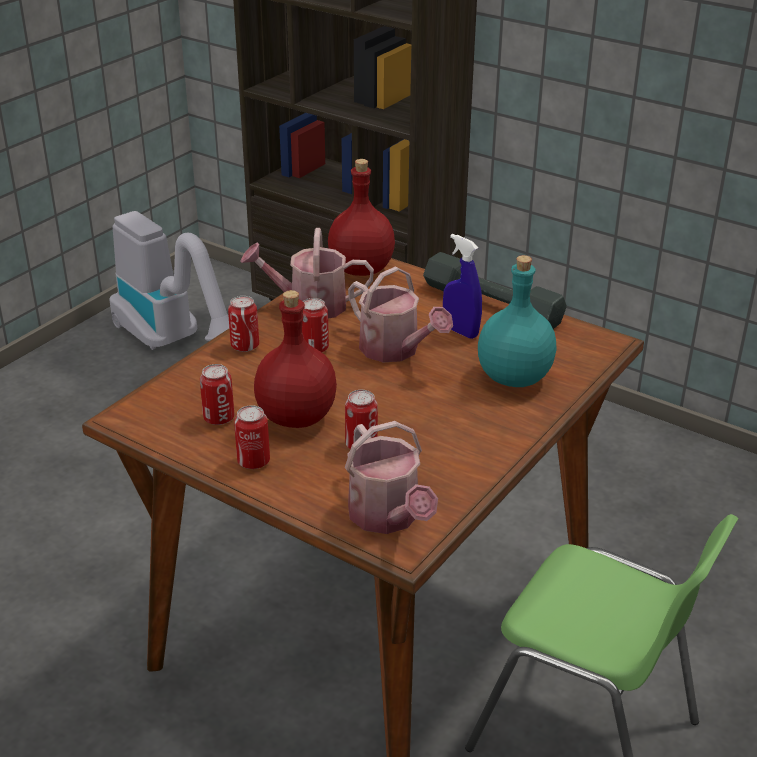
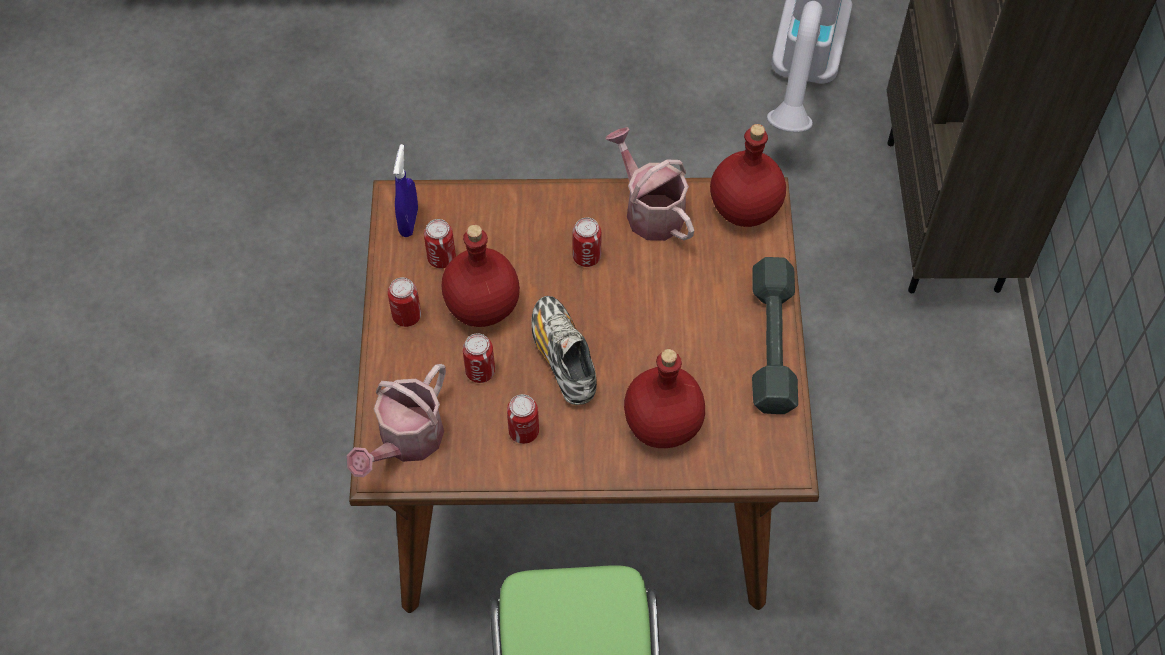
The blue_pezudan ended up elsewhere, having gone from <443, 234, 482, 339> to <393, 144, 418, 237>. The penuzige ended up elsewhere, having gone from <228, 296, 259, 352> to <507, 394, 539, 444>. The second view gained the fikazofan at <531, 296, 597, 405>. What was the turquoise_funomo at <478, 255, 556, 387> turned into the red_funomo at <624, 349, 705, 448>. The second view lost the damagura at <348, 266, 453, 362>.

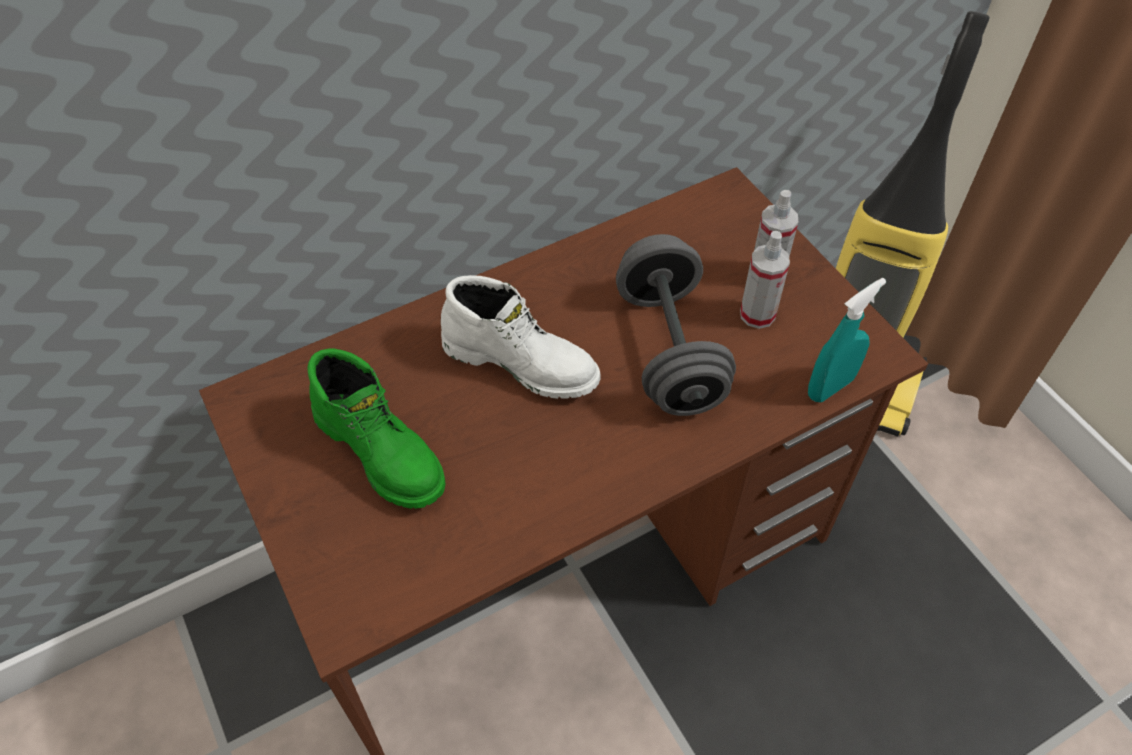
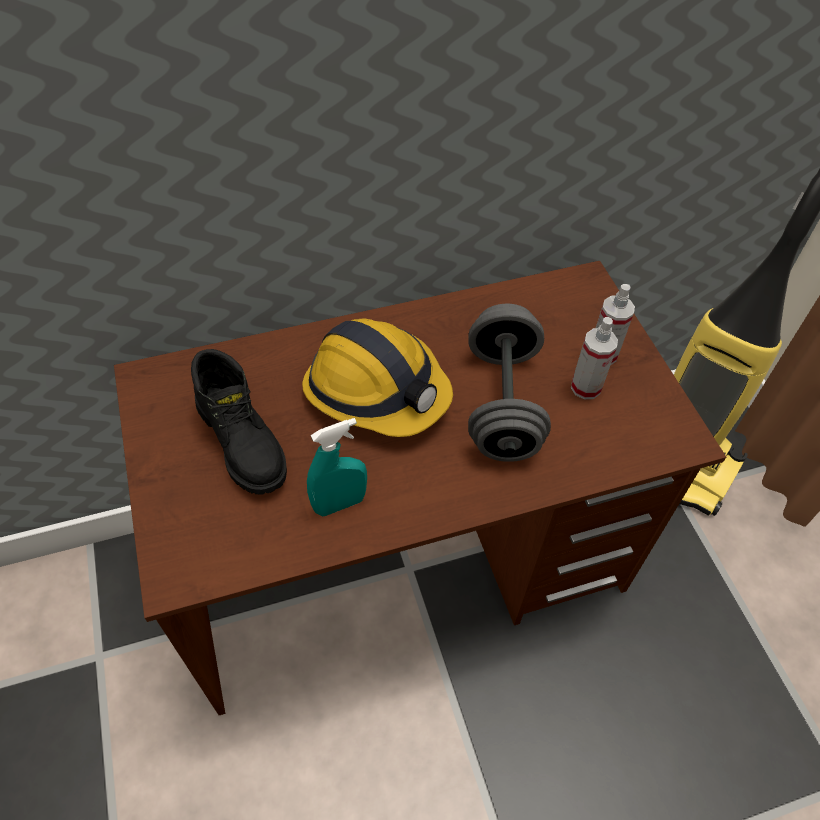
What was the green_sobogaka at <307, 349, 446, 509> turned into the black_sobogaka at <191, 349, 287, 495>. Where the white_sobogaka stood at <441, 275, 601, 399>, the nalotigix came to stand at <302, 319, 453, 437>. The turquoise_pezudan ended up elsewhere, having gone from <808, 278, 886, 402> to <307, 418, 367, 516>.

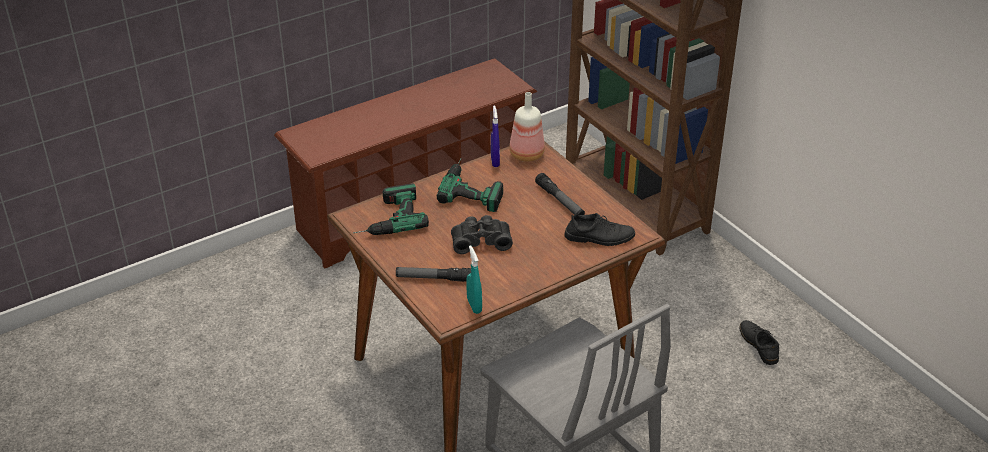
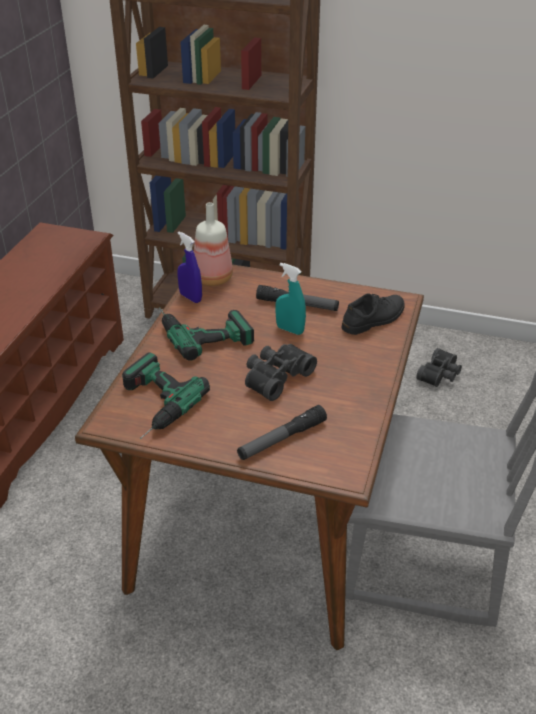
The turquoise_pezudan ended up elsewhere, having gone from <466, 245, 482, 314> to <275, 263, 306, 335>. Where the black_fikazofan stood at <739, 320, 779, 365>, the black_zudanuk came to stand at <416, 348, 462, 387>.

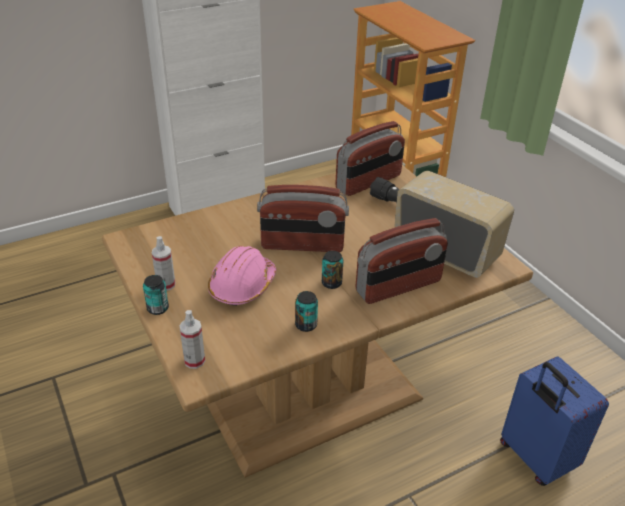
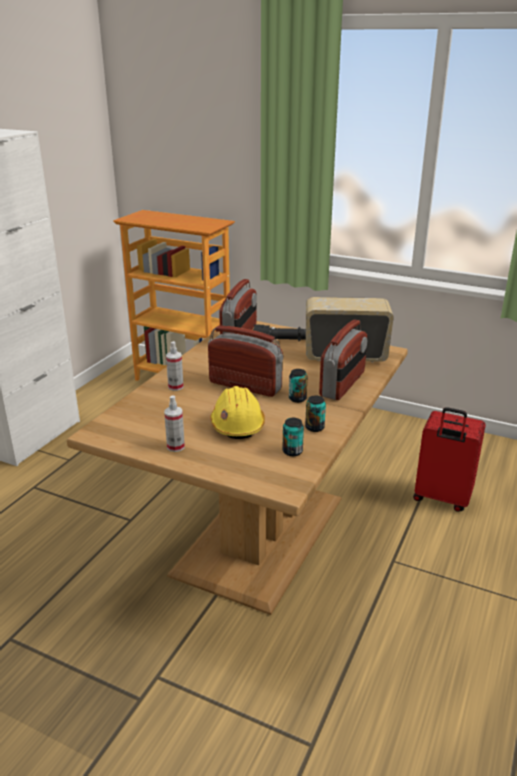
The pezudan ended up elsewhere, having gone from <179, 310, 205, 369> to <166, 341, 184, 391>. The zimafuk at <257, 185, 349, 252> ended up facing another way, 120 degrees counterclockwise from before. What was the pink_nalotigix at <208, 246, 276, 306> turned into the yellow_nalotigix at <210, 386, 265, 439>. The penuzige ended up elsewhere, having gone from <143, 275, 169, 315> to <282, 418, 304, 456>. What was the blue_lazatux at <500, 357, 609, 486> turned into the red_lazatux at <413, 407, 486, 512>.

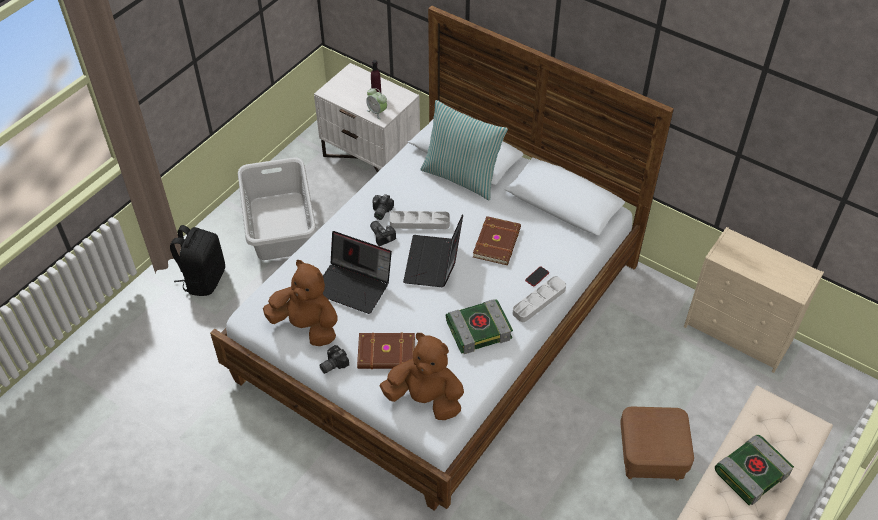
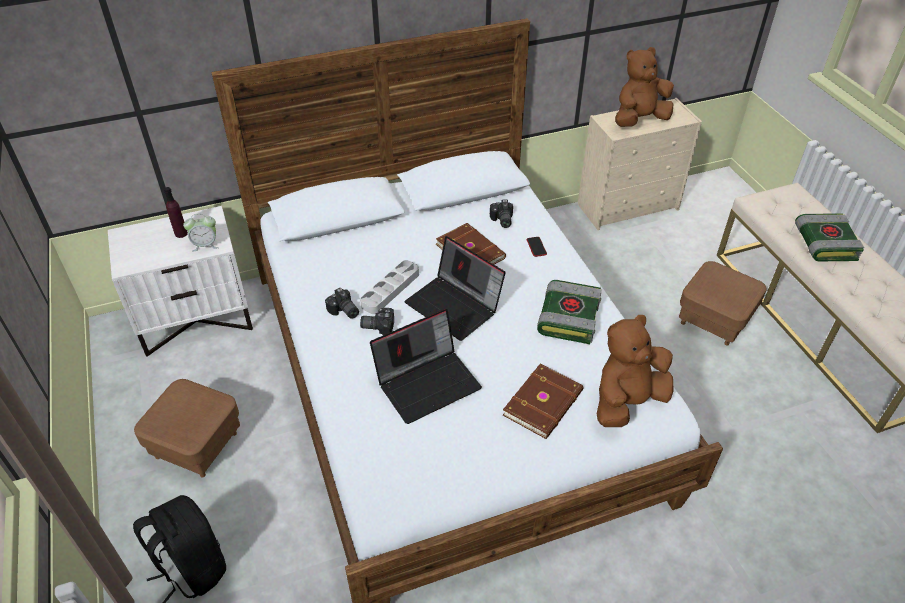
Where the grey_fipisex stood at <238, 157, 316, 260>, the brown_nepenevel came to stand at <134, 379, 240, 478>. The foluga ended up elsewhere, having gone from <319, 345, 349, 374> to <490, 199, 513, 228>. The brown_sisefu ended up elsewhere, having gone from <263, 260, 338, 346> to <615, 47, 674, 127>. The second view lost the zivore at <420, 100, 508, 201>. The second view lost the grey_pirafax at <513, 276, 566, 322>.

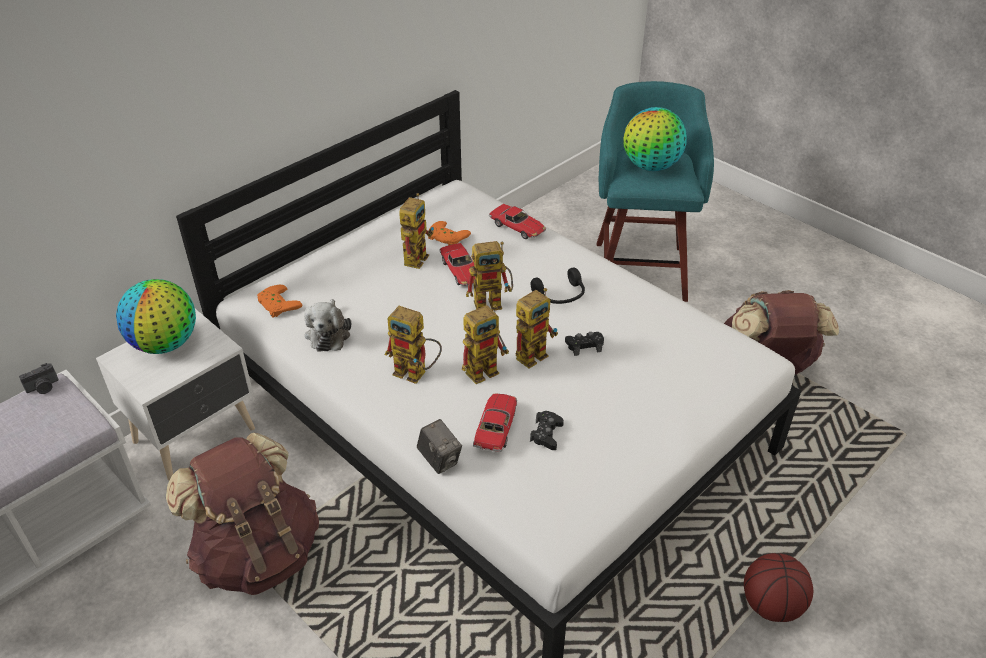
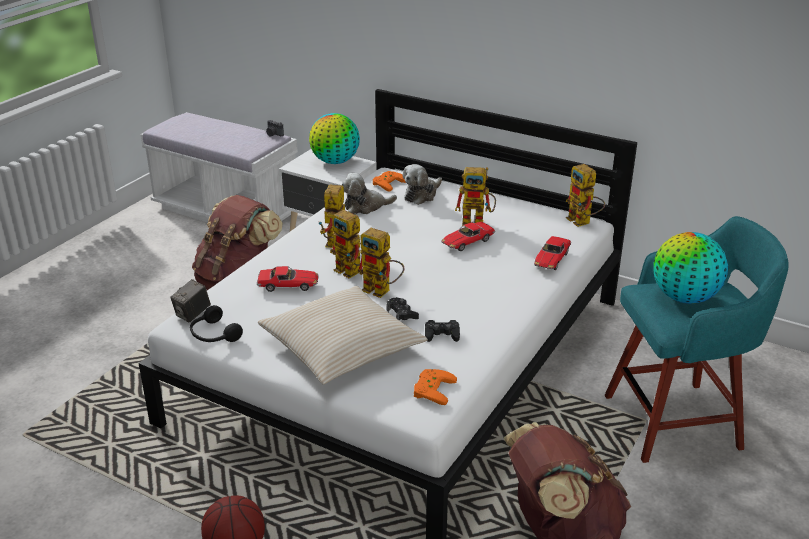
The foluga ended up elsewhere, having gone from <417, 419, 462, 474> to <170, 279, 211, 322>. The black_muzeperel ended up elsewhere, having gone from <531, 268, 585, 304> to <190, 305, 243, 342>. The second view gained the beige_zivore at <258, 286, 428, 384>. The second view gained the sisefu at <403, 164, 442, 205>. The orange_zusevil ended up elsewhere, having gone from <428, 221, 471, 245> to <414, 369, 457, 405>. The black_zusevil ended up elsewhere, having gone from <530, 411, 564, 450> to <425, 320, 460, 342>. The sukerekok ended up elsewhere, having gone from <466, 241, 513, 311> to <566, 164, 605, 227>.

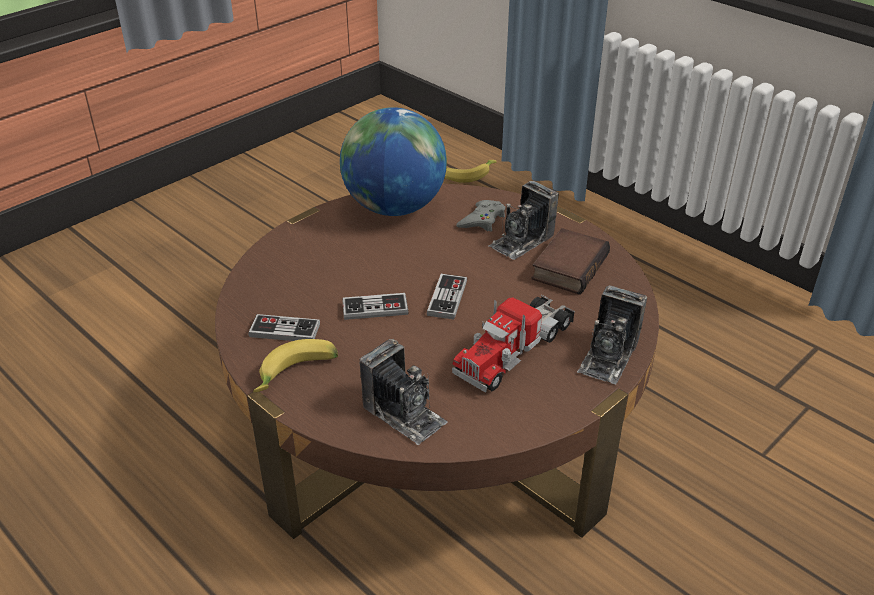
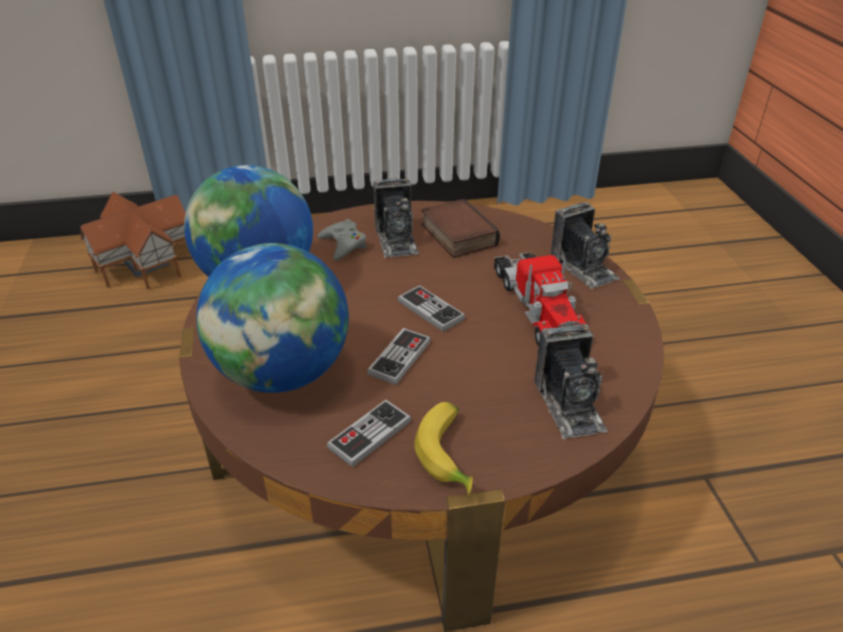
Where the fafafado stood at <445, 160, 497, 183>, the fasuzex came to stand at <80, 192, 186, 289>. The second view gained the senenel at <196, 243, 349, 393>. The foluga at <359, 339, 448, 445> ended up facing another way, 90 degrees clockwise from before.

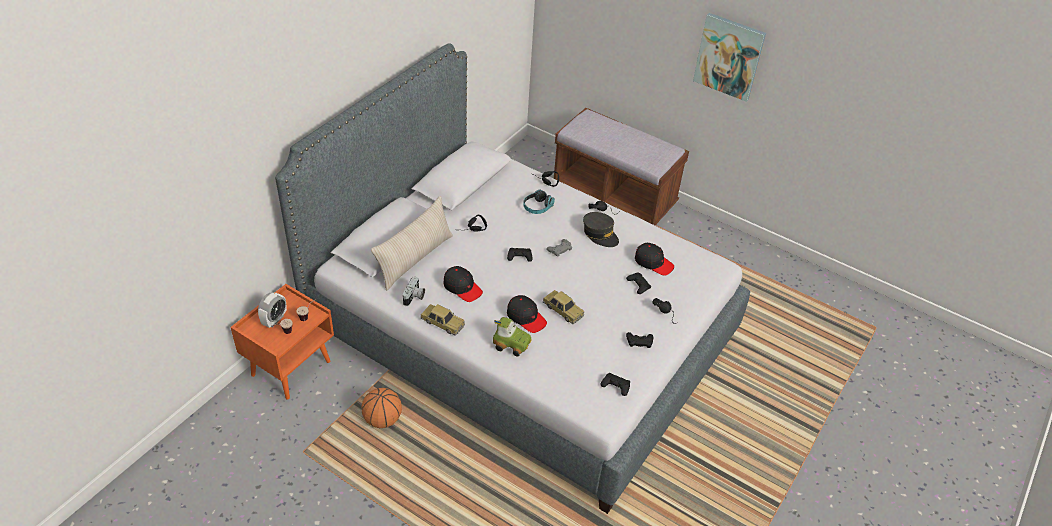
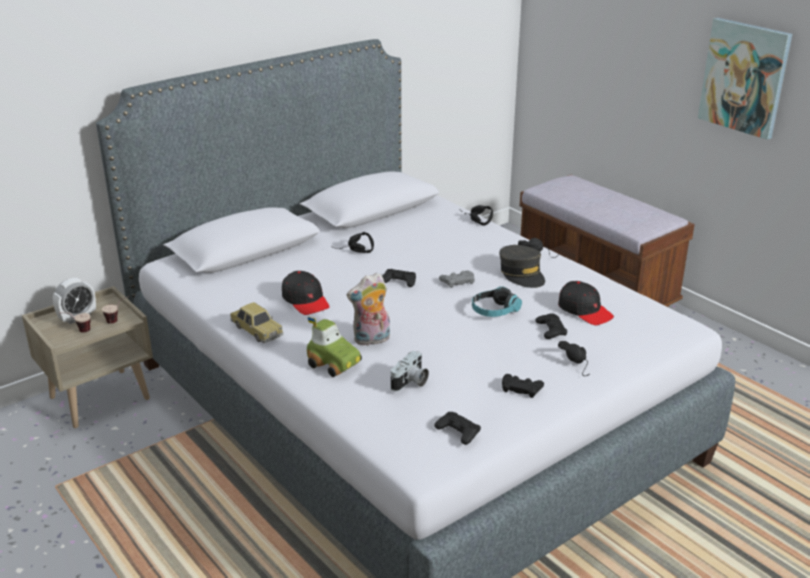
What was the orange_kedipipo at <230, 284, 334, 399> turned into the beige_kedipipo at <22, 286, 153, 428>. Where the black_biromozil stood at <507, 295, 547, 333>, the sisefu came to stand at <347, 273, 390, 346>. The foluga ended up elsewhere, having gone from <403, 277, 425, 306> to <391, 351, 429, 392>. The muzeperel ended up elsewhere, having gone from <523, 190, 555, 214> to <472, 286, 522, 317>. The second view lost the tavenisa at <362, 388, 402, 428>. The second view lost the beige_zivore at <371, 196, 453, 290>. The second view lost the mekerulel at <543, 290, 584, 324>.

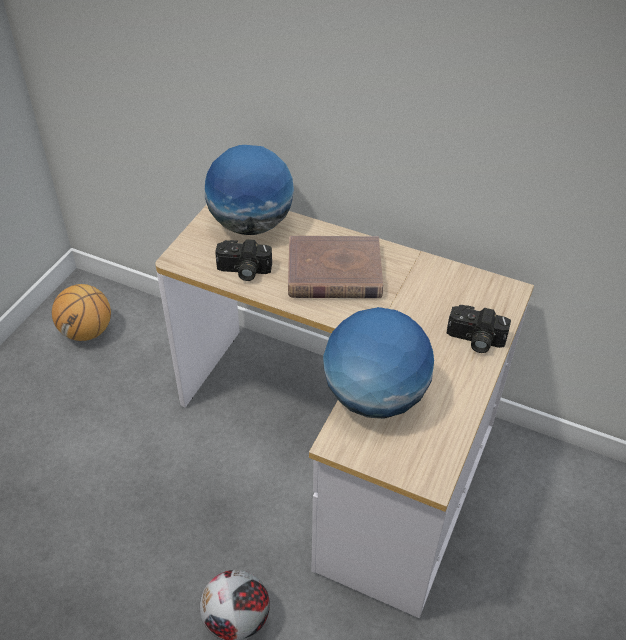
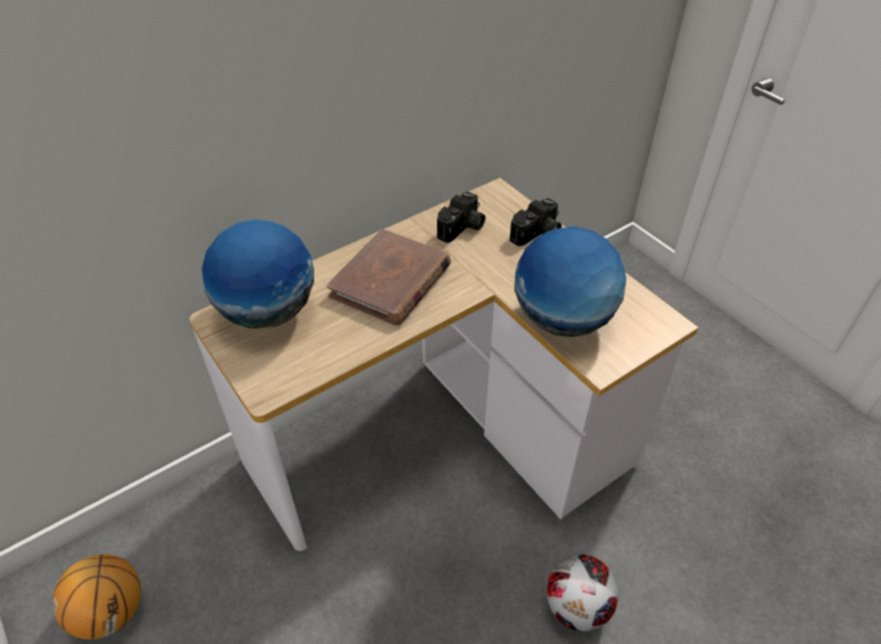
The foluga ended up elsewhere, having gone from <215, 239, 272, 281> to <437, 192, 485, 243>.

